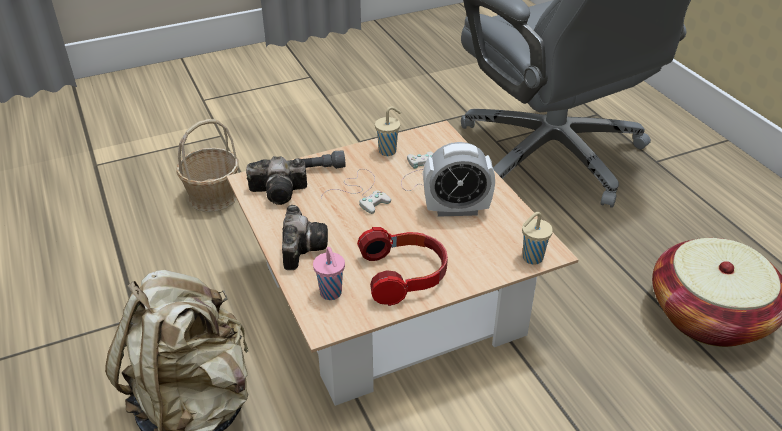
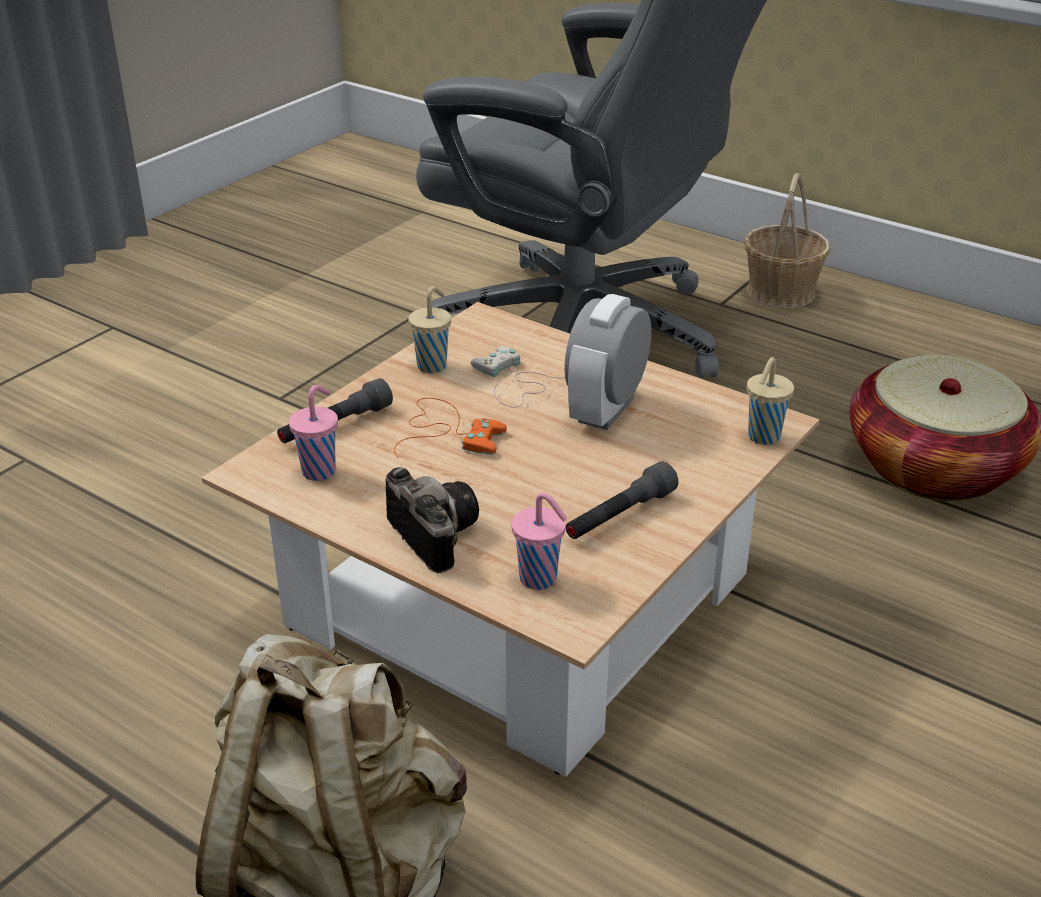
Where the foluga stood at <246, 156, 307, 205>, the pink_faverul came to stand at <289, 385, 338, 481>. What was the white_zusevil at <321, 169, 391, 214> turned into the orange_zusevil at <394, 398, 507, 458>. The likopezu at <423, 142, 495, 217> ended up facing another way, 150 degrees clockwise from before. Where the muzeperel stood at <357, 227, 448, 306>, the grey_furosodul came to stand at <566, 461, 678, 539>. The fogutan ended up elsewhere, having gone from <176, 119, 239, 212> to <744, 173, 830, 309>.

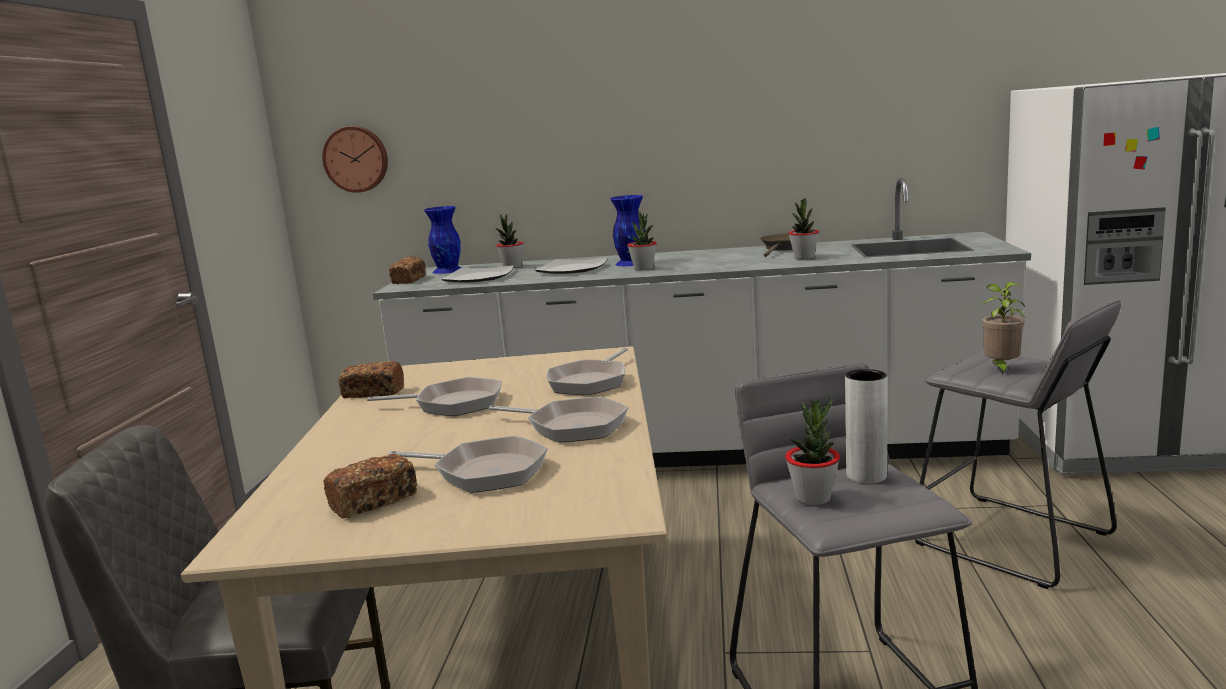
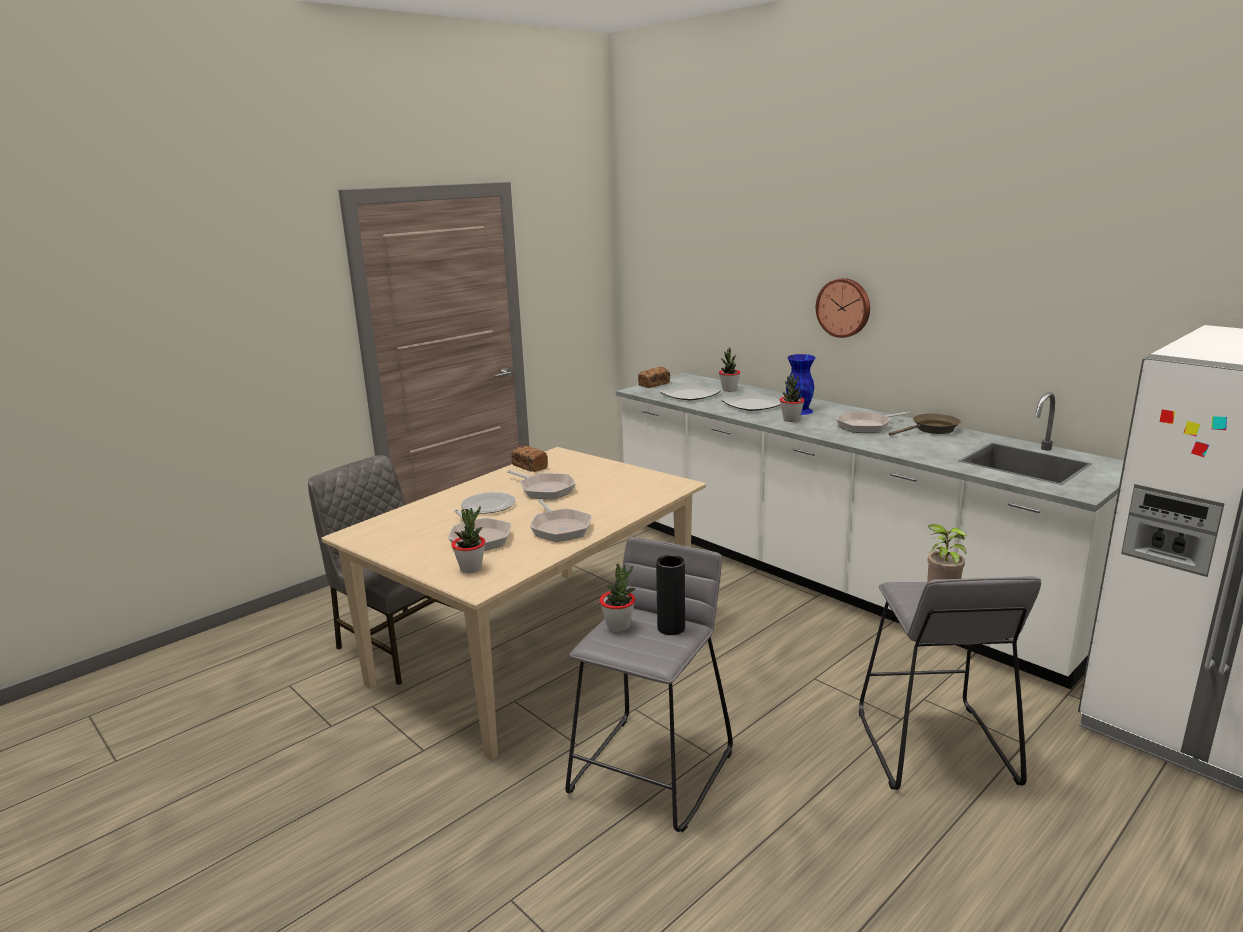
The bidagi ended up elsewhere, having gone from <788, 198, 819, 259> to <452, 506, 485, 573>. The second view gained the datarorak at <461, 492, 516, 514>. What was the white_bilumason at <845, 369, 887, 484> turned into the black_bilumason at <656, 555, 685, 635>. The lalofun ended up elsewhere, having gone from <322, 126, 388, 193> to <816, 278, 870, 338>. The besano ended up elsewhere, having gone from <547, 348, 628, 395> to <836, 412, 909, 433>. The second view lost the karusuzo at <323, 454, 417, 518>. The second view lost the blue_bilumason at <424, 206, 461, 274>.

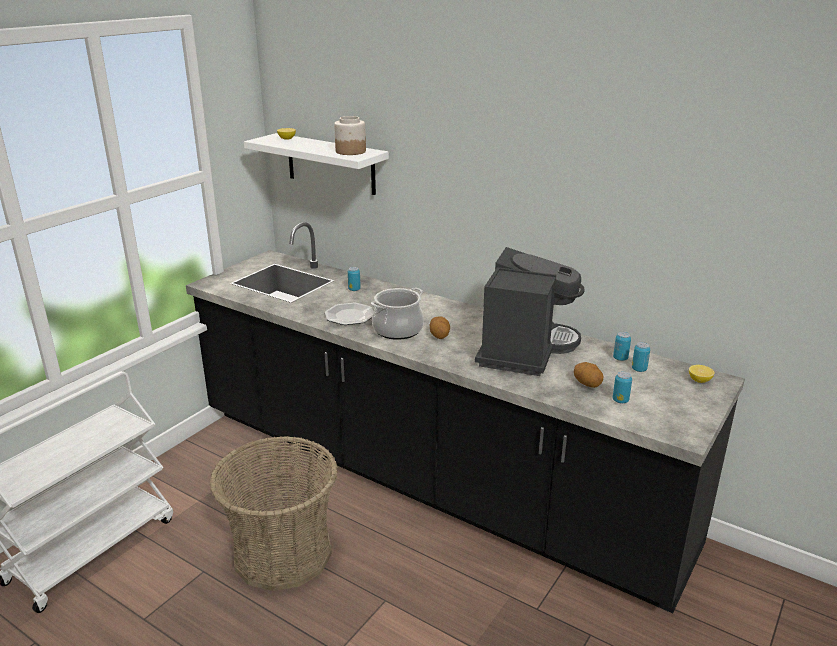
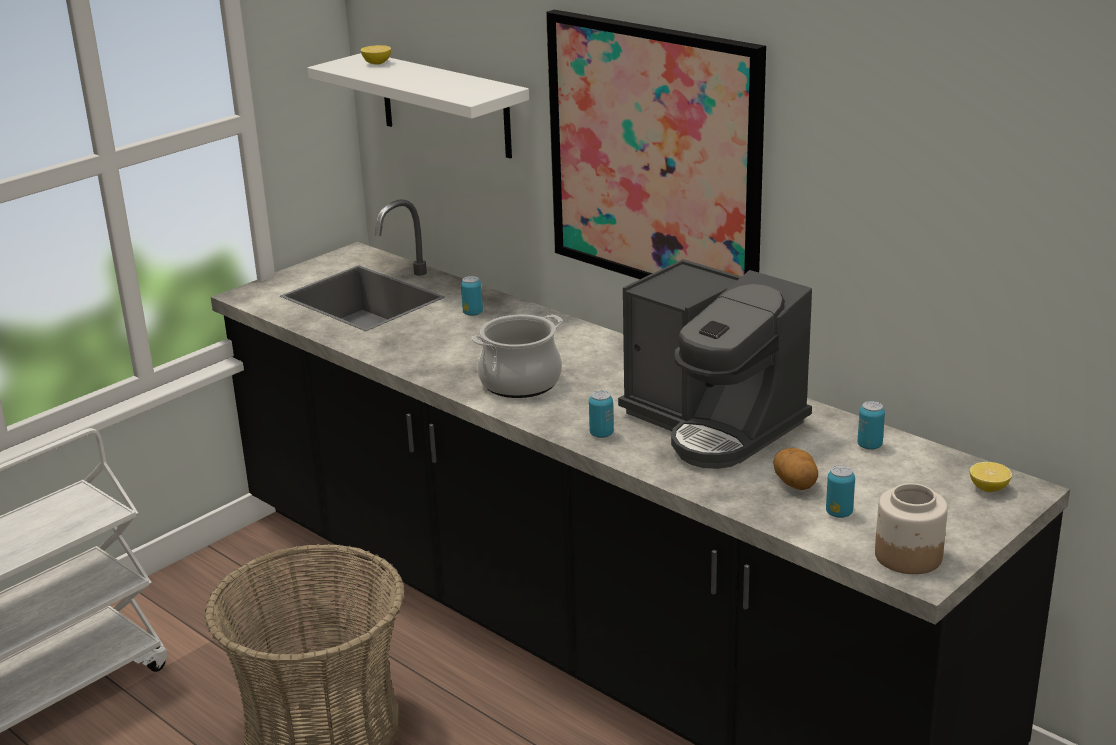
The second view gained the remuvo at <546, 10, 766, 280>. The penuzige ended up elsewhere, having gone from <632, 342, 650, 372> to <589, 390, 614, 438>. The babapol at <475, 247, 584, 376> ended up facing another way, 105 degrees clockwise from before. The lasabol ended up elsewhere, having gone from <334, 116, 366, 155> to <875, 483, 948, 574>. The second view lost the datarorak at <325, 303, 374, 325>. The second view lost the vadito at <430, 317, 450, 339>.

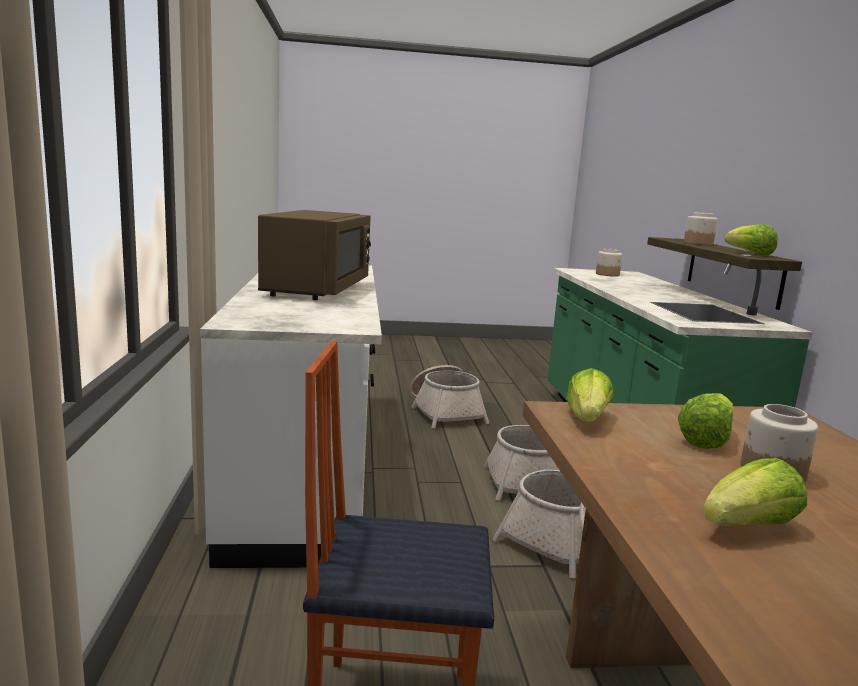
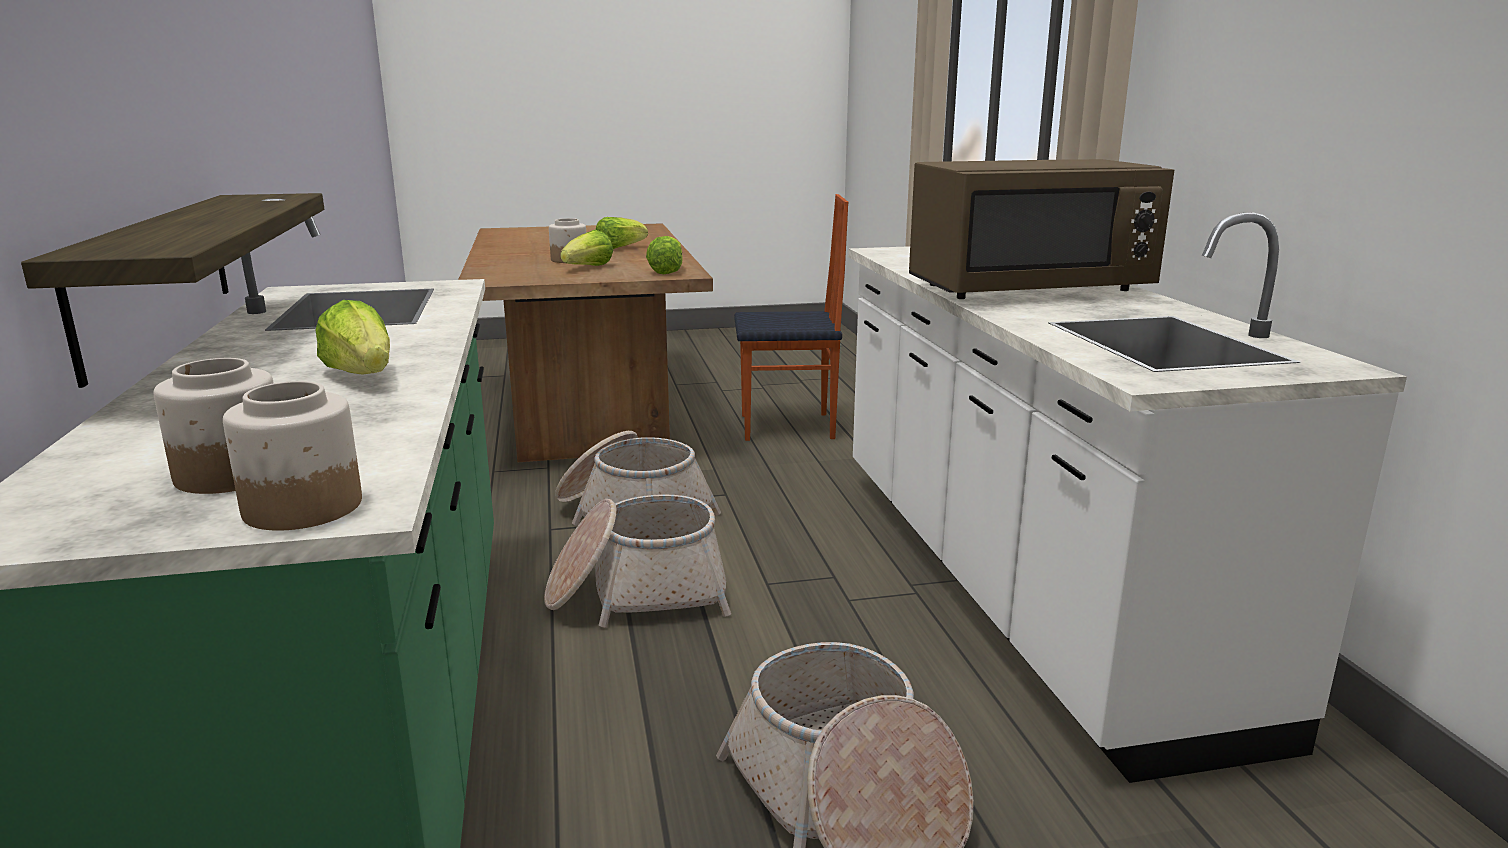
The lasabol ended up elsewhere, having gone from <684, 212, 718, 245> to <223, 381, 362, 531>. The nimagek ended up elsewhere, having gone from <724, 225, 778, 256> to <316, 300, 390, 374>. The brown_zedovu at <258, 210, 371, 300> ended up facing another way, 105 degrees counterclockwise from before.

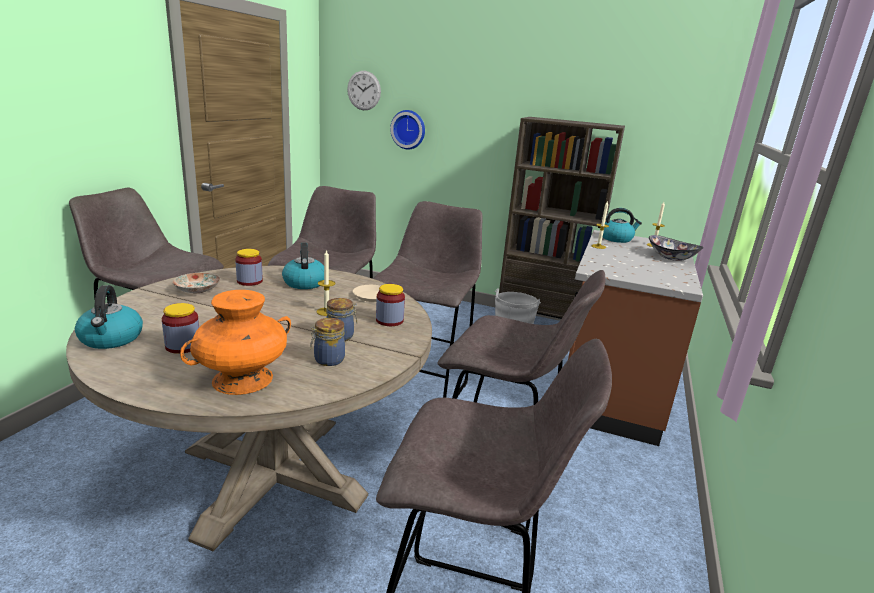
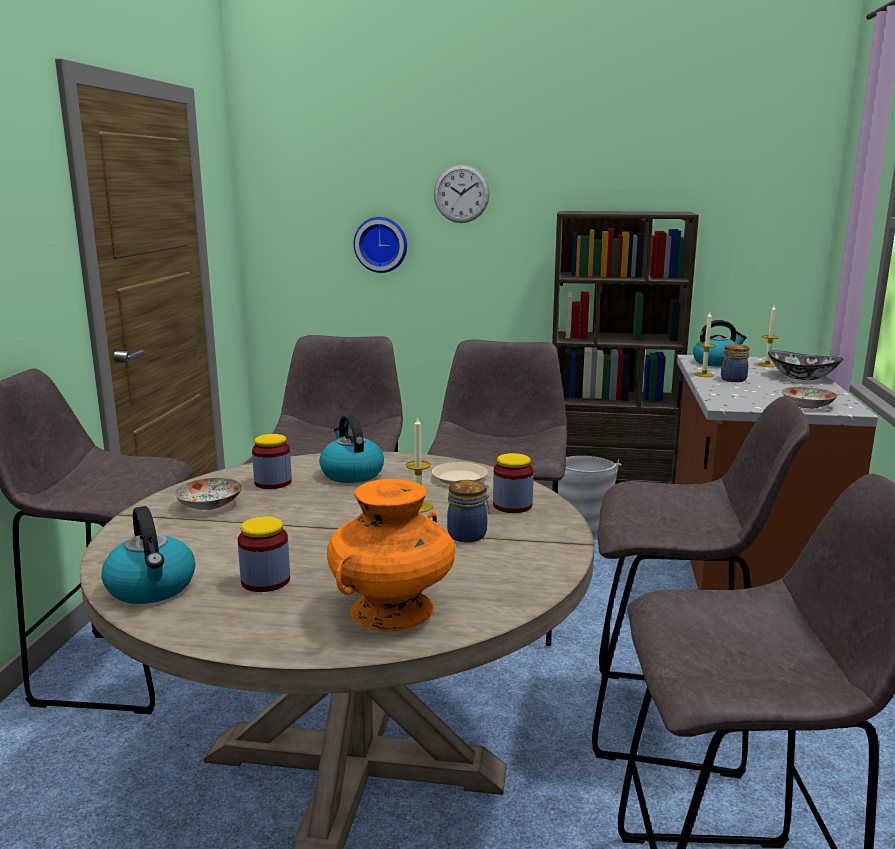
The lalofun ended up elsewhere, having gone from <347, 71, 381, 110> to <434, 165, 490, 223>. The lasabol ended up elsewhere, having gone from <310, 318, 345, 366> to <721, 344, 749, 382>. The second view gained the datarorak at <782, 387, 837, 409>.

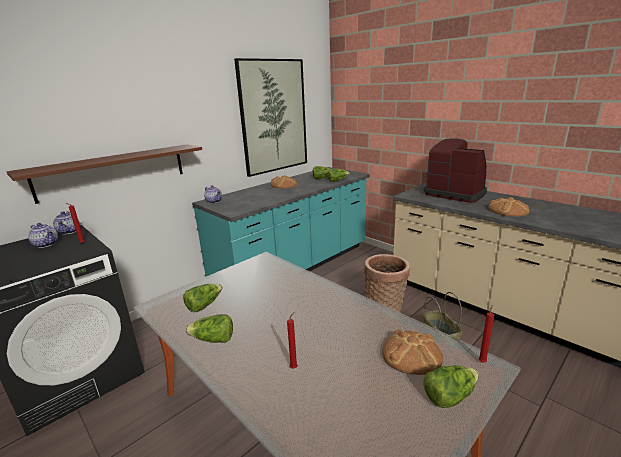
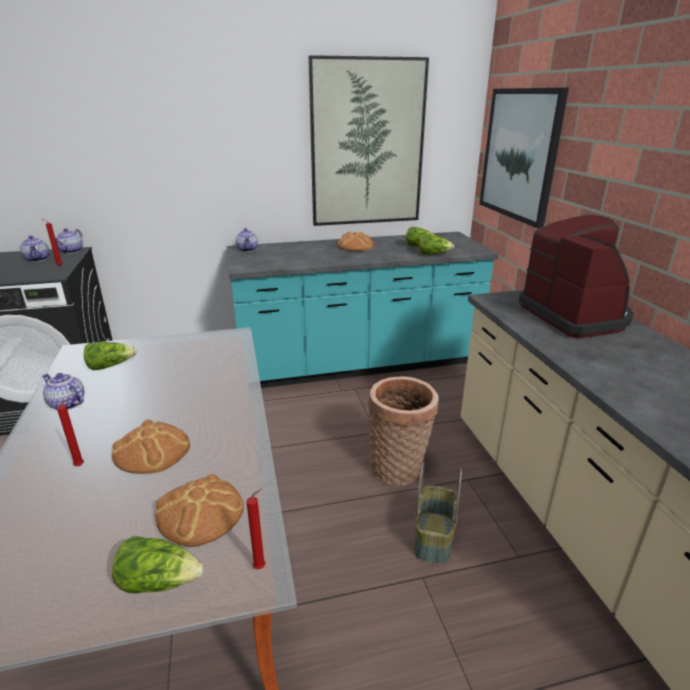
Where the nimagek stood at <185, 314, 233, 343>, the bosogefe came to stand at <42, 373, 84, 410>. The karusuzo ended up elsewhere, having gone from <489, 197, 529, 216> to <112, 419, 190, 474>. The second view gained the remuvo at <480, 88, 569, 229>. The second view lost the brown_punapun at <7, 144, 202, 204>.

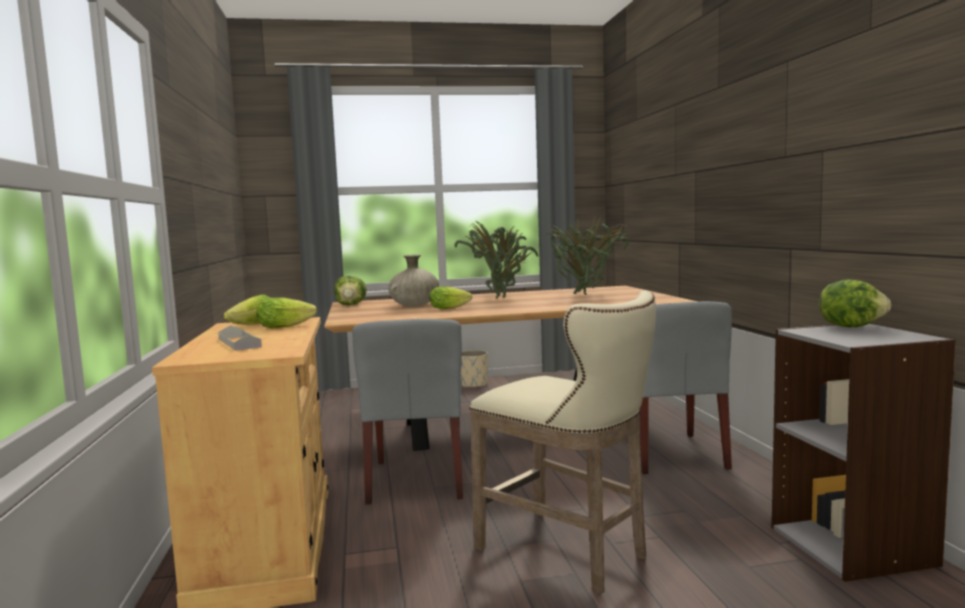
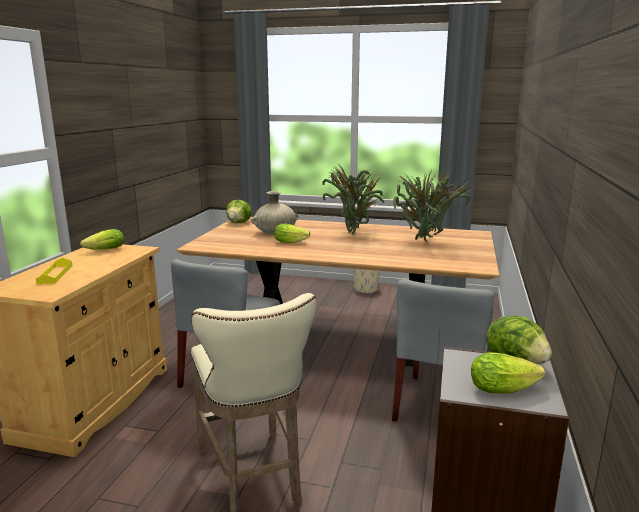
What was the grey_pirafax at <218, 325, 262, 351> turned into the yellow_pirafax at <36, 258, 73, 284>. The nimagek ended up elsewhere, having gone from <257, 297, 317, 328> to <471, 352, 545, 394>.

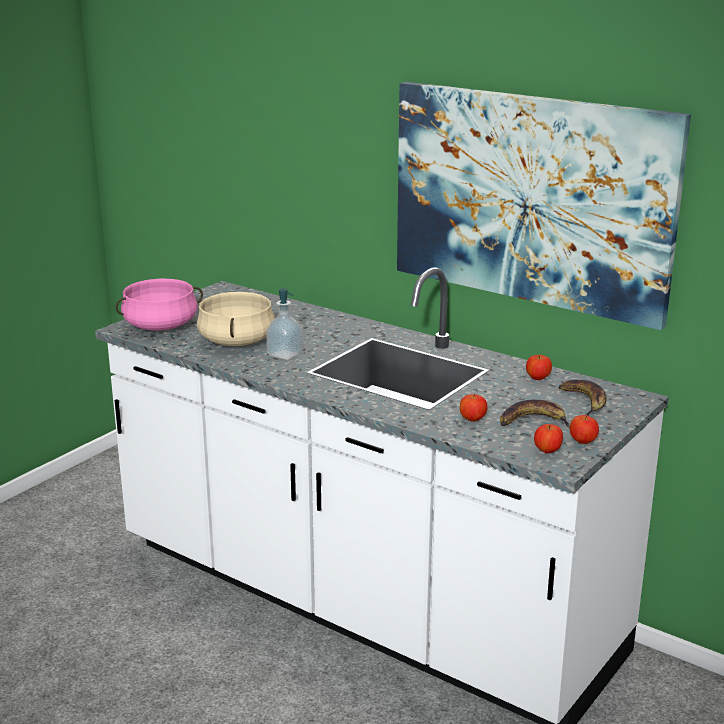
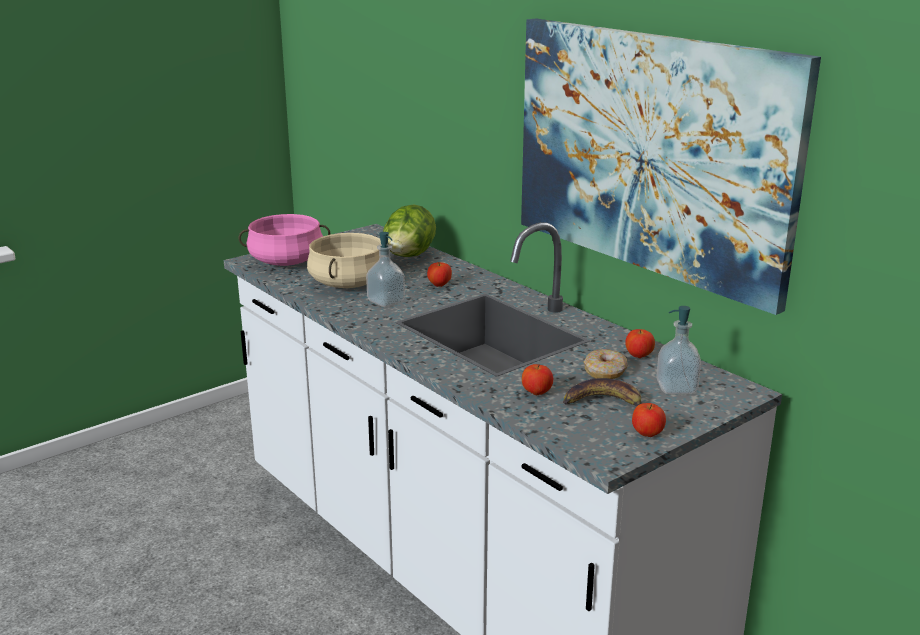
The second view gained the nimagek at <383, 205, 436, 257>. The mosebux ended up elsewhere, having gone from <534, 424, 563, 454> to <427, 262, 452, 287>. The second view gained the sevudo at <584, 349, 628, 379>. Where the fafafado stood at <558, 380, 607, 416>, the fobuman came to stand at <656, 306, 701, 395>.

